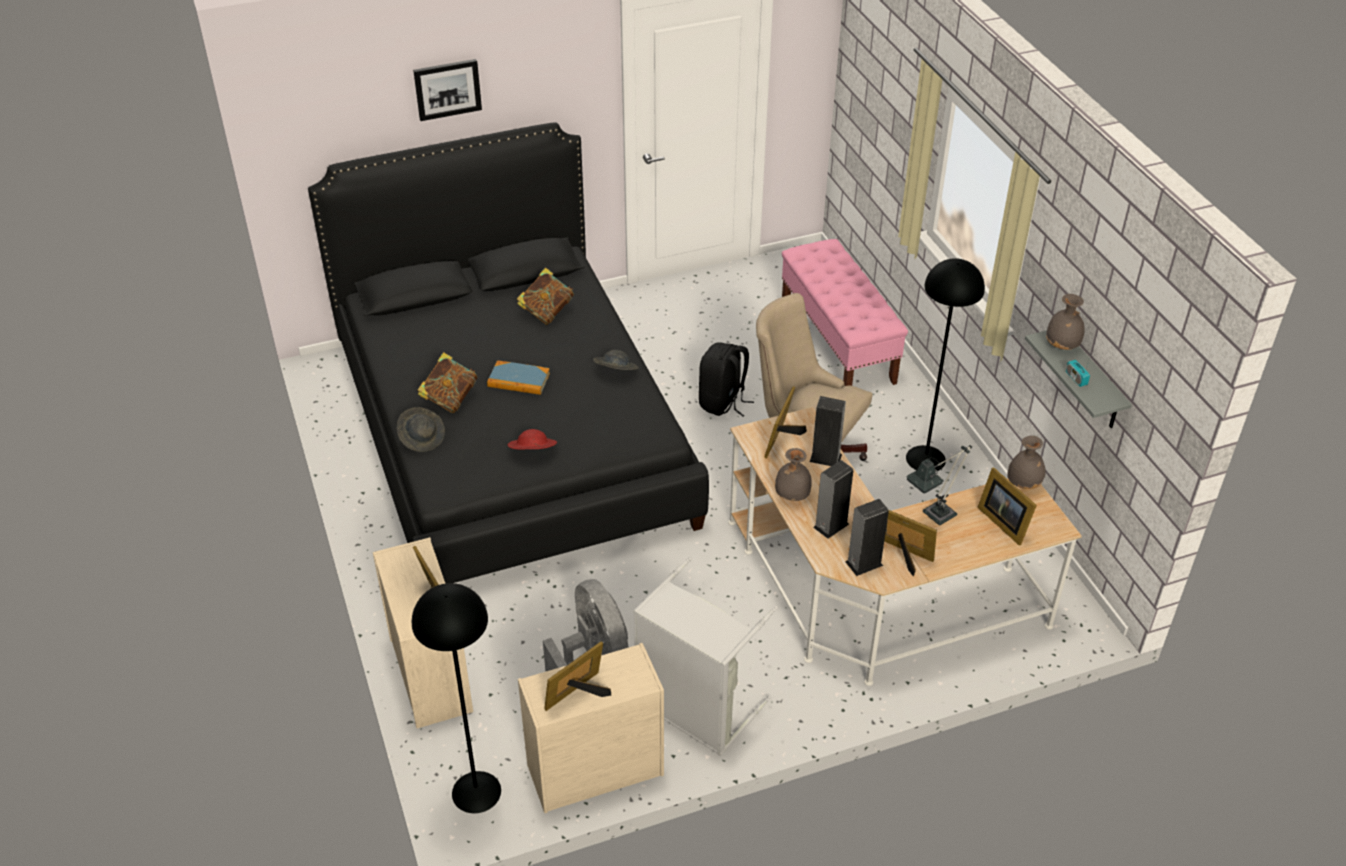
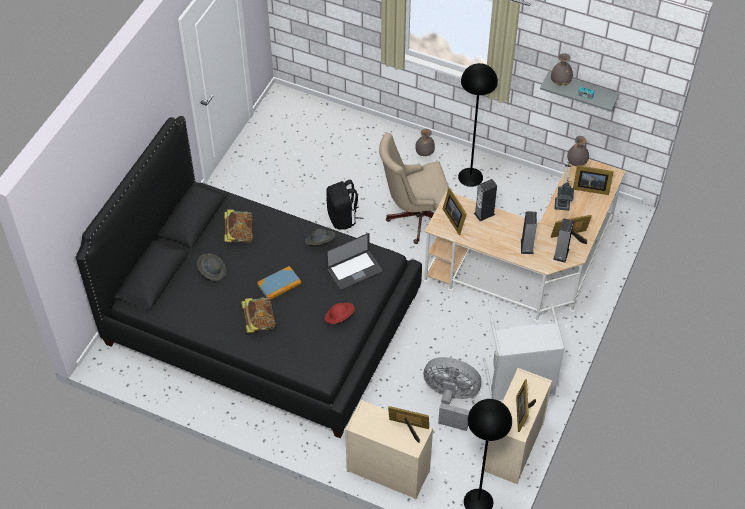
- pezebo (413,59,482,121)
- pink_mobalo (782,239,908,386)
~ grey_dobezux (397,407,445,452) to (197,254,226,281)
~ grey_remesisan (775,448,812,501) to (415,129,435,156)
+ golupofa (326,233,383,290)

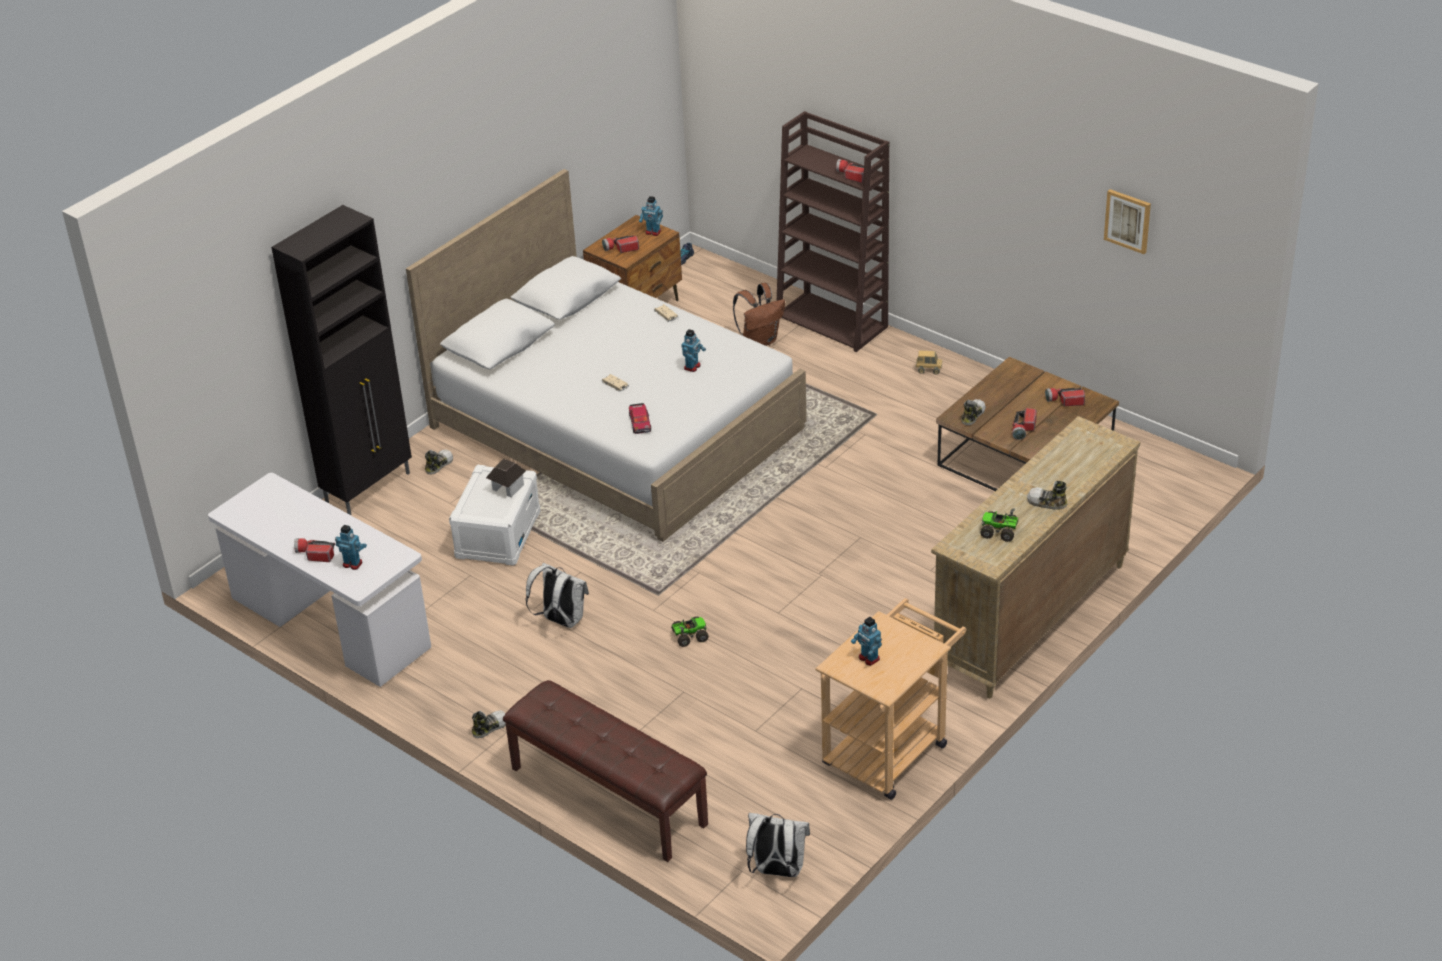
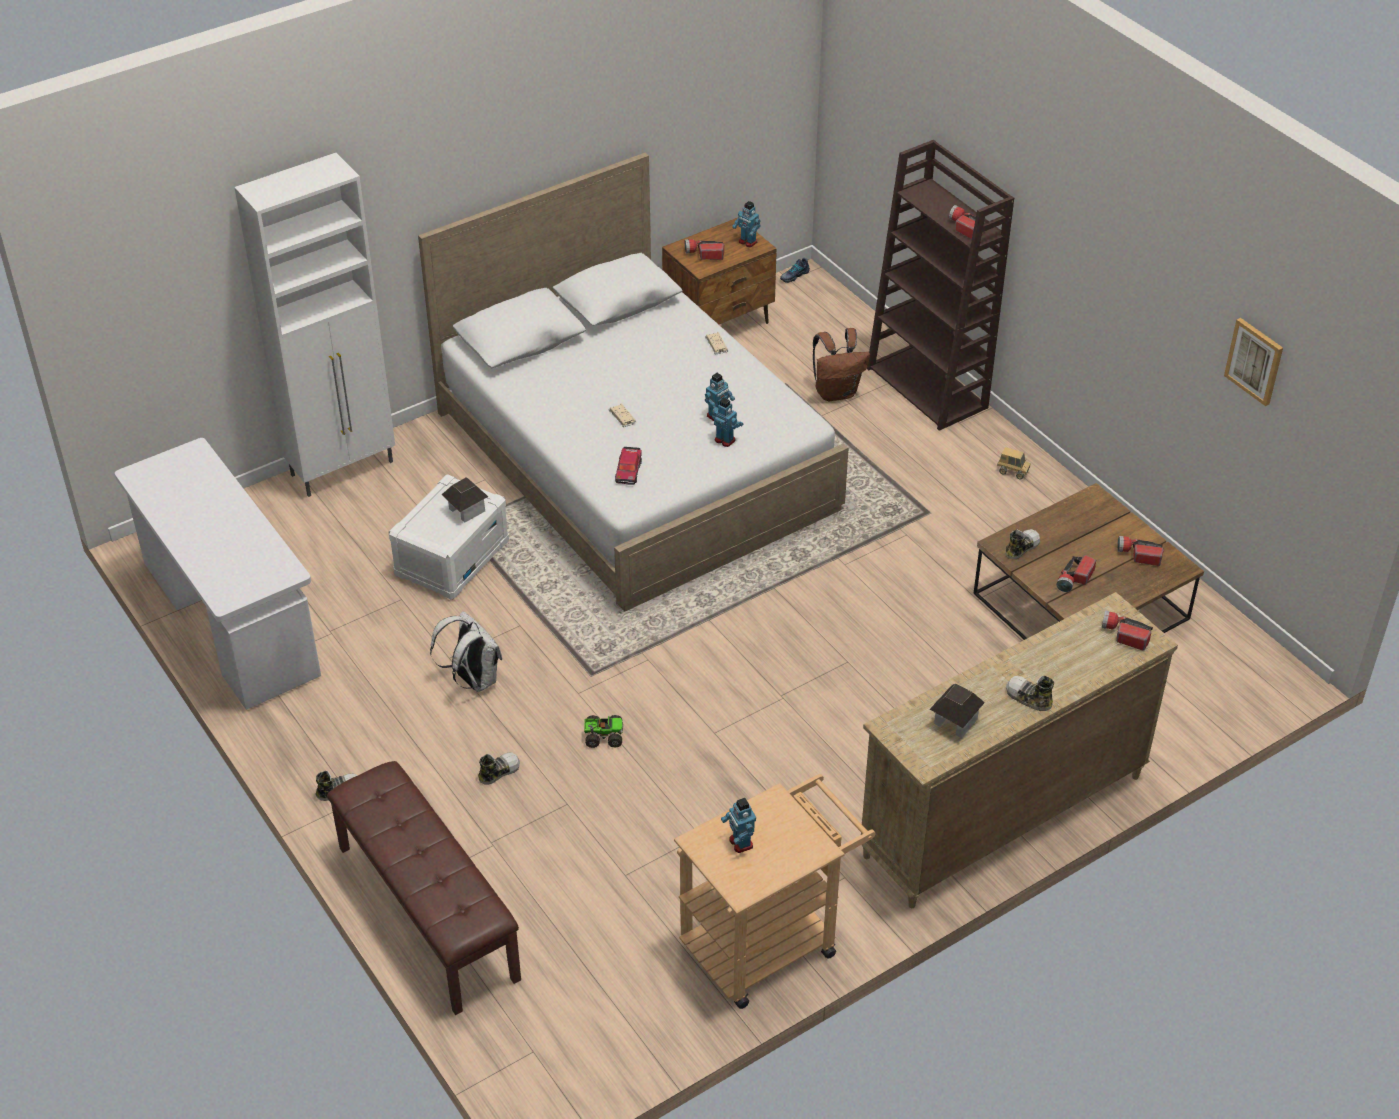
~ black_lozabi (271,205,412,515) to white_lozabi (234,153,395,497)
~ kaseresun (425,449,453,475) to (478,752,520,785)
~ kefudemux (980,509,1018,542) to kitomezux (930,684,985,738)
~ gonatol (335,525,367,570) to (712,398,743,447)
~ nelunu (294,538,335,562) to (1102,610,1153,650)
- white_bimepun (746,813,810,877)

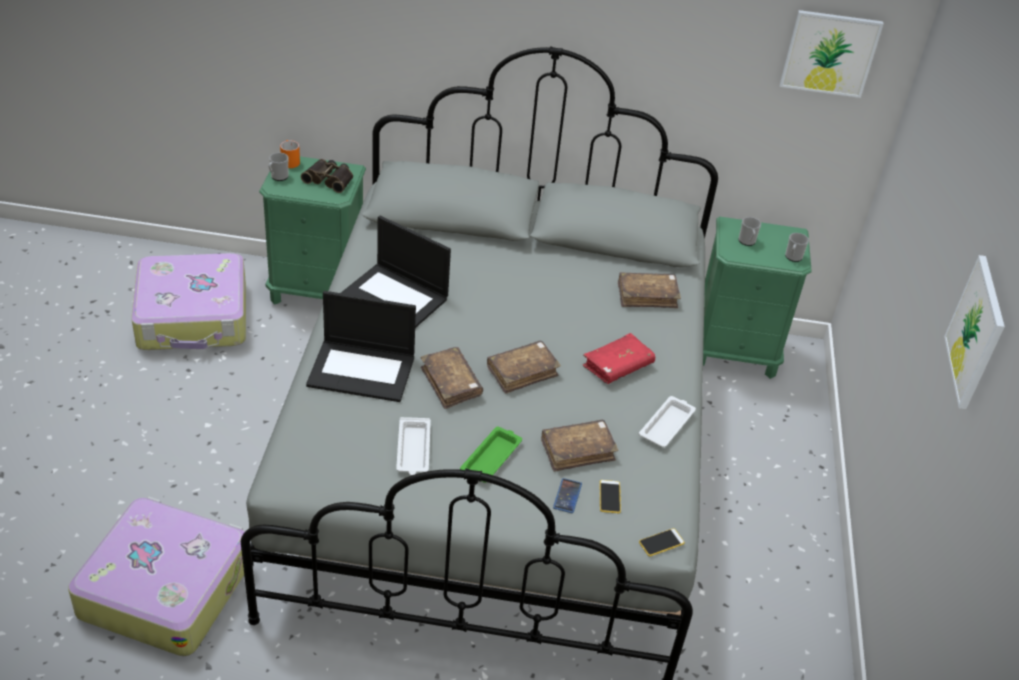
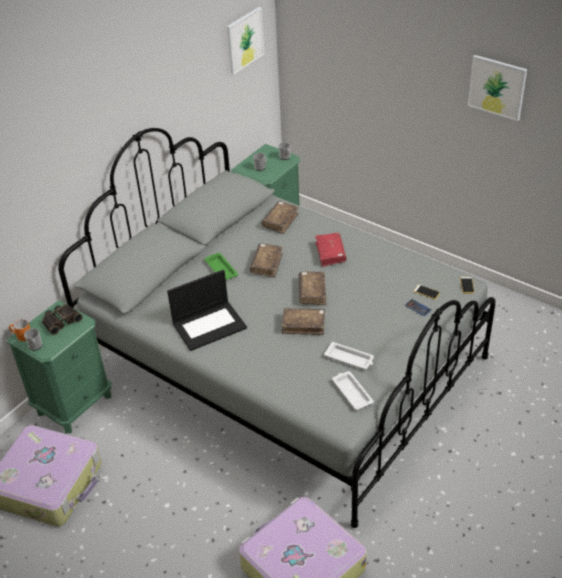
- golupofa (306,291,416,402)
~ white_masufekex (639,396,696,448) to (332,371,374,410)
~ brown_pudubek (541,420,619,472) to (250,243,283,278)
~ green_masufekex (460,427,522,483) to (204,253,238,280)

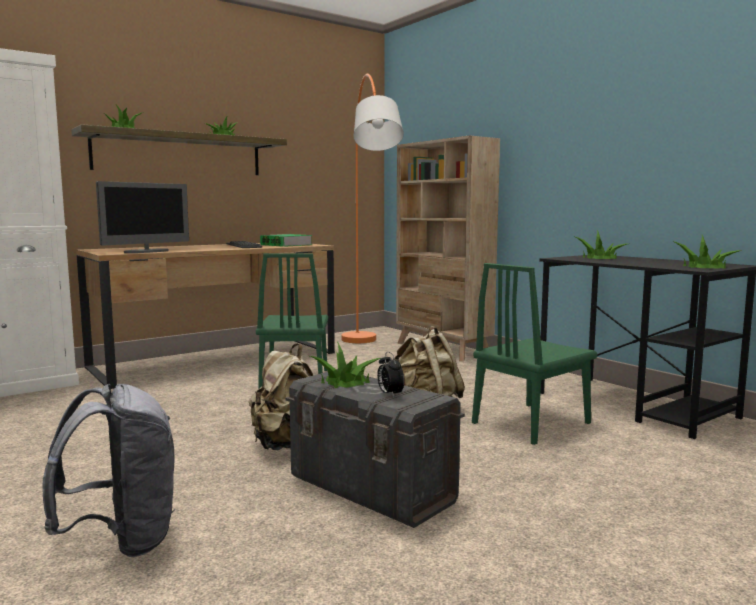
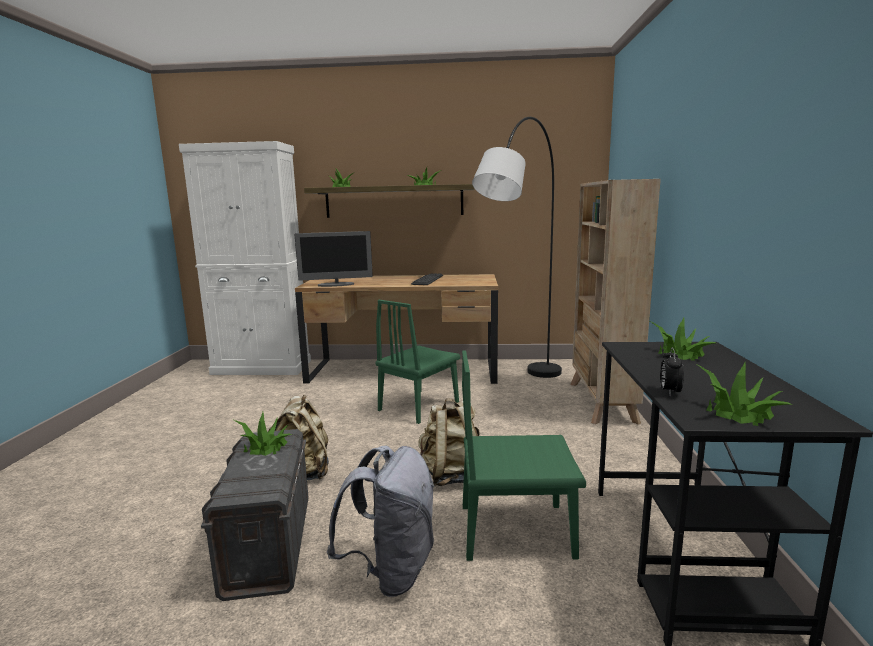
~ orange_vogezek (341,74,404,343) to black_vogezek (472,117,562,378)
- pudubek (260,234,312,247)
~ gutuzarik (377,352,404,397) to (660,348,684,396)
~ grey_bimepun (42,384,175,557) to (327,446,434,597)

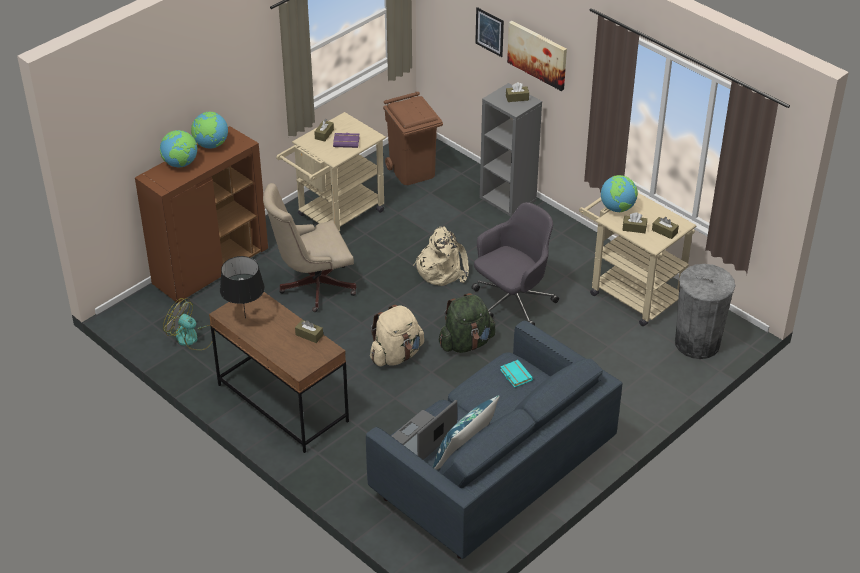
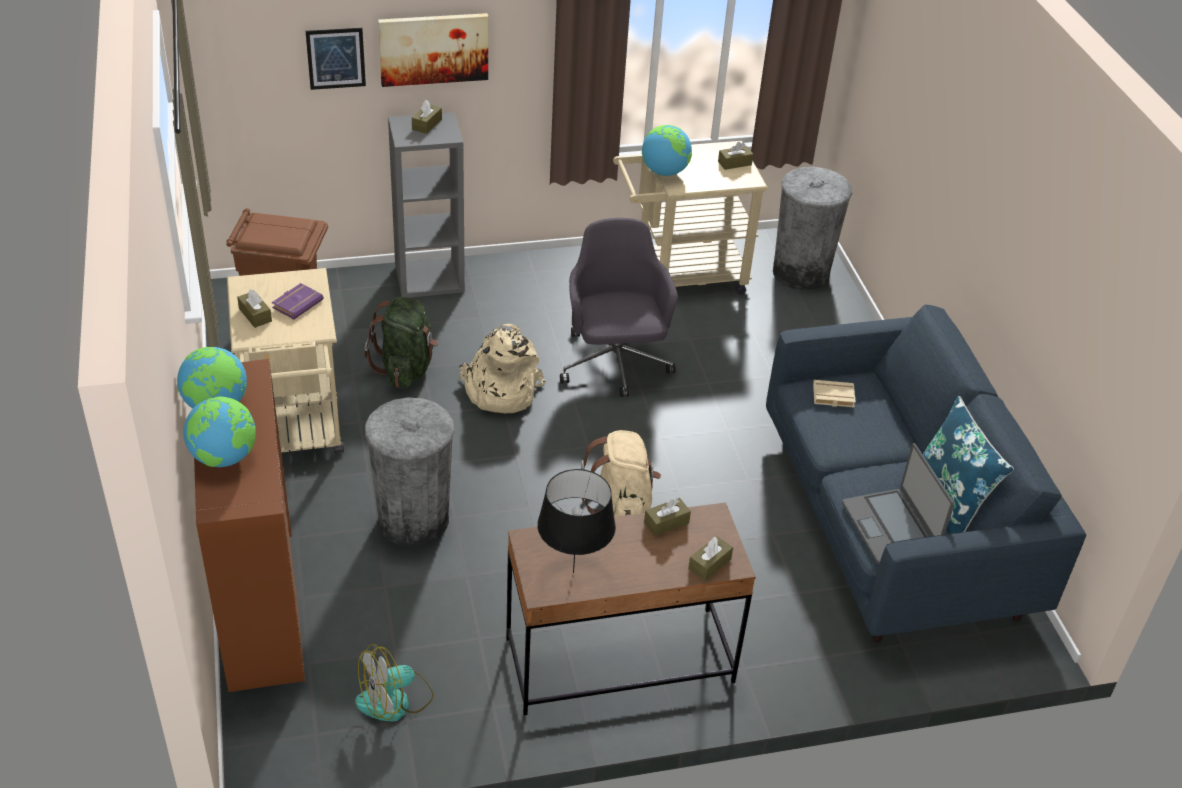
~ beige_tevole (263,183,356,312) to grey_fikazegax (365,398,454,547)
~ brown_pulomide (622,212,647,233) to (688,536,733,581)
~ green_bimepun (439,293,495,353) to (364,297,438,387)
~ turquoise_pudubek (500,360,533,388) to beige_pudubek (813,380,856,407)

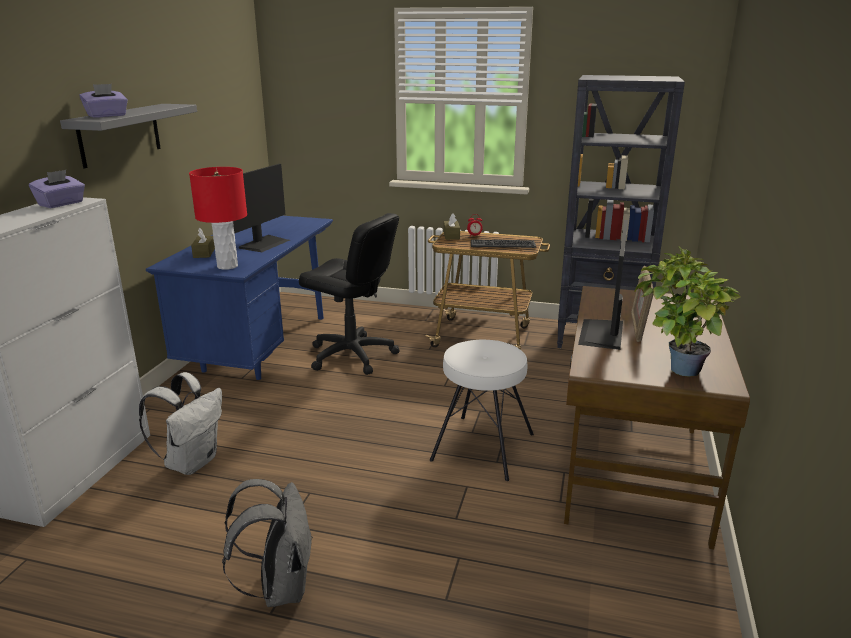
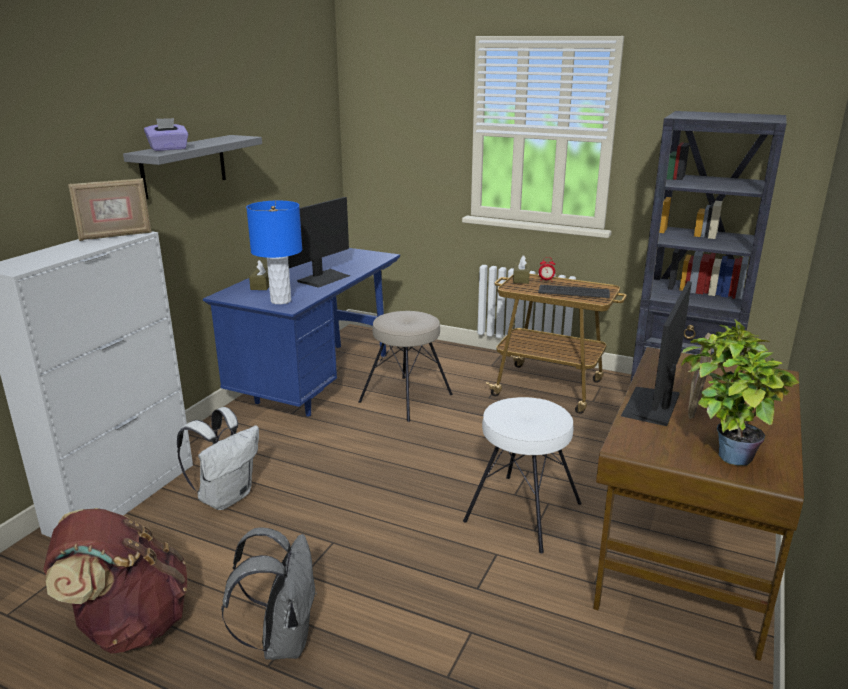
~ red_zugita (189,167,247,270) to blue_zugita (246,201,302,304)
~ purple_pulomide (29,170,85,208) to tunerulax (68,178,152,241)
~ black_tevole (299,213,400,375) to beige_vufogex (359,311,453,422)
+ brown_bimepun (43,508,187,654)

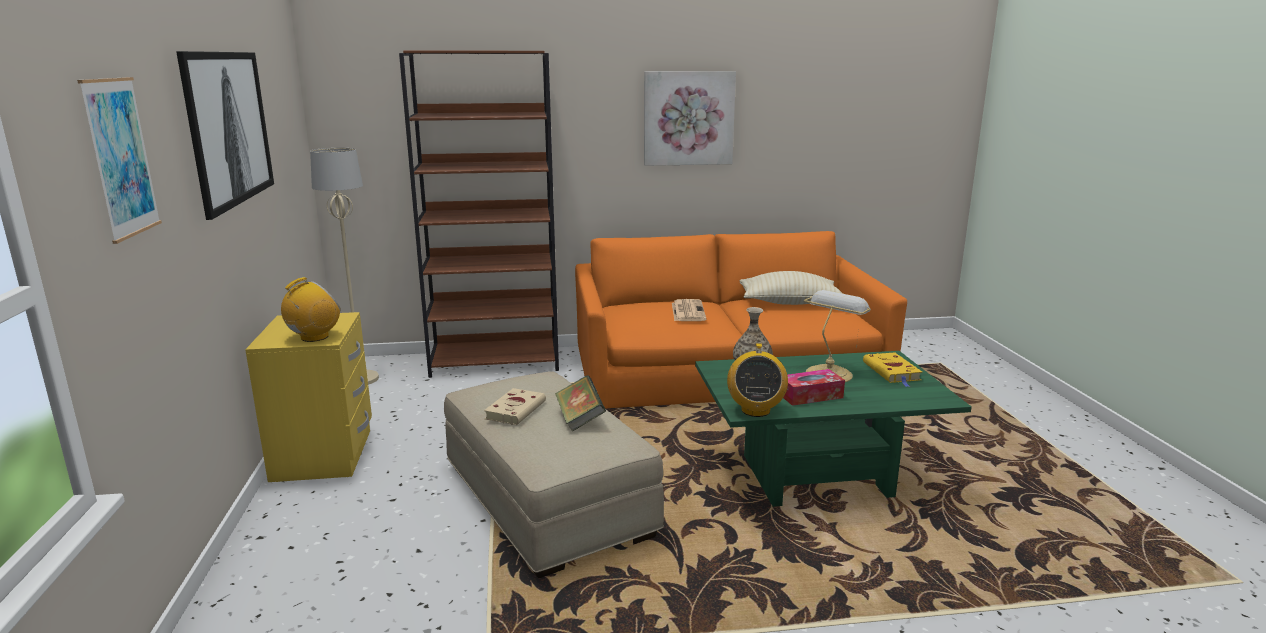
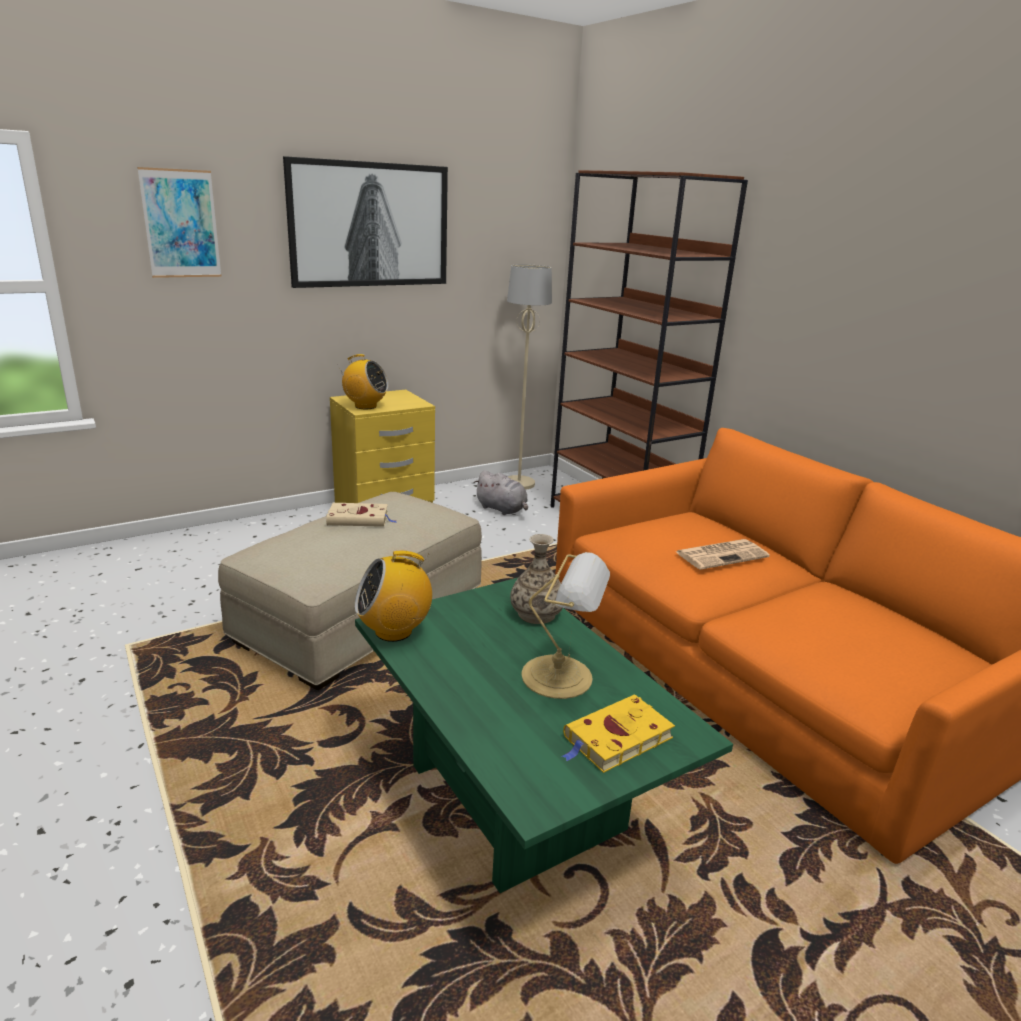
- pezebo (644,71,736,166)
- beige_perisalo (740,271,843,305)
- pulomide (783,369,845,406)
- pudubek (555,375,606,432)
+ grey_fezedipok (474,470,528,515)

